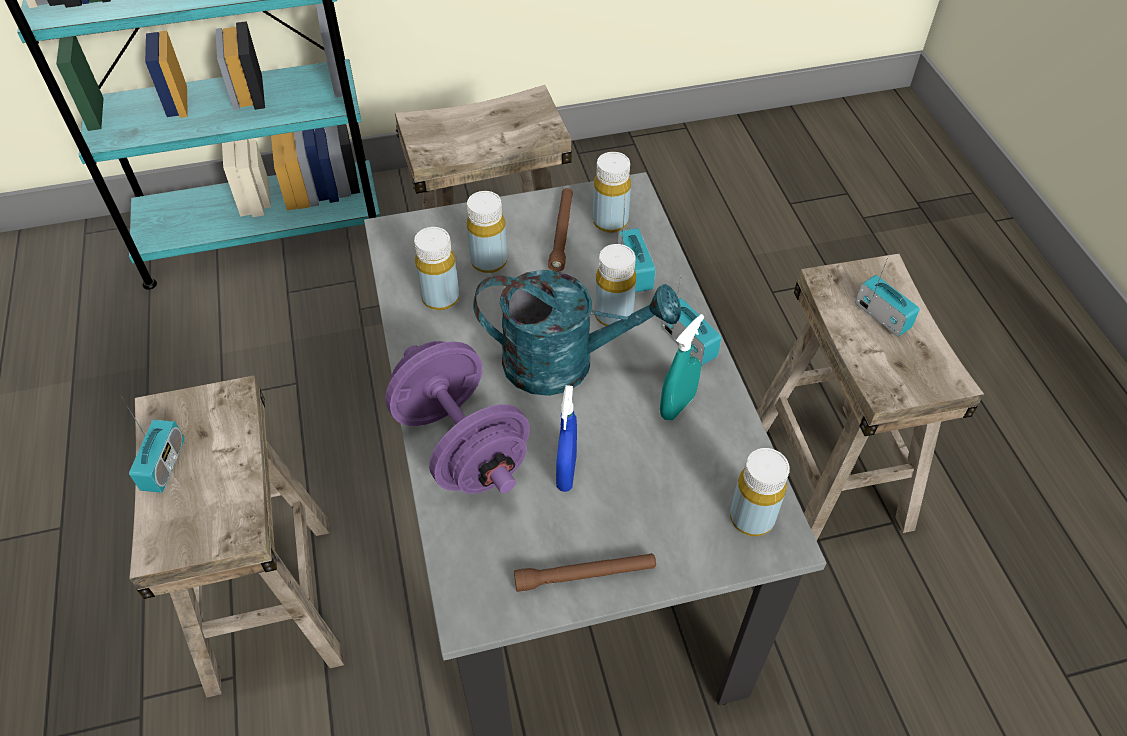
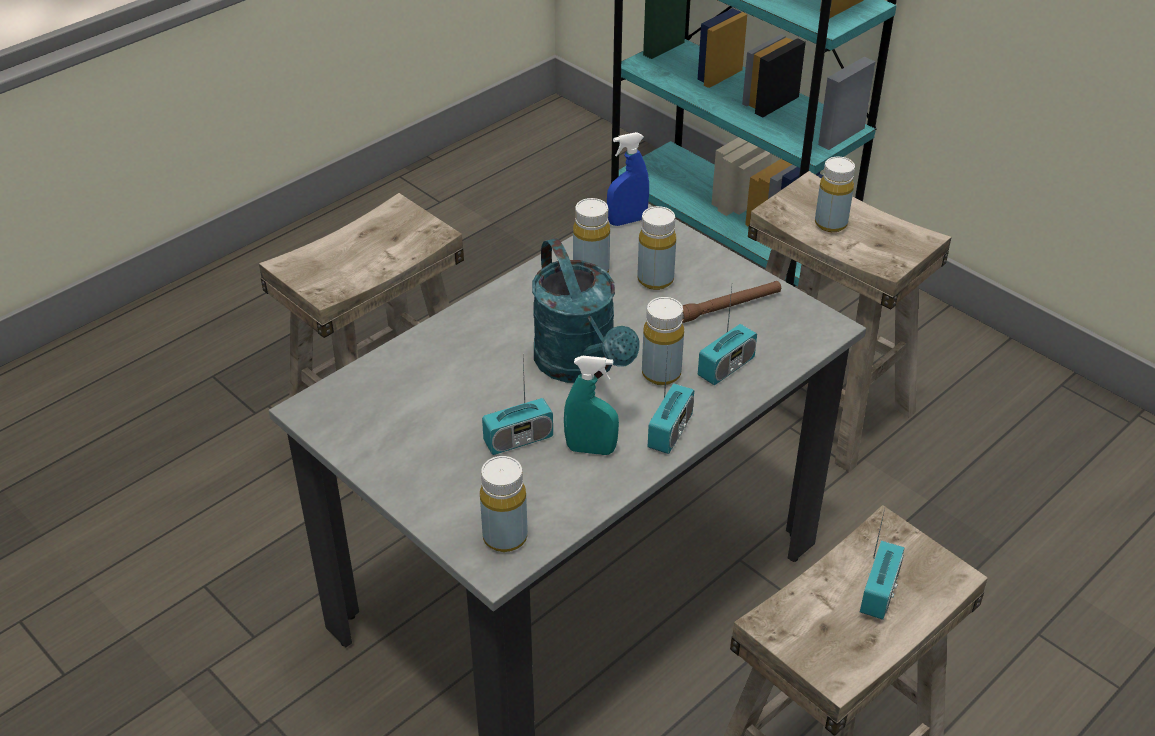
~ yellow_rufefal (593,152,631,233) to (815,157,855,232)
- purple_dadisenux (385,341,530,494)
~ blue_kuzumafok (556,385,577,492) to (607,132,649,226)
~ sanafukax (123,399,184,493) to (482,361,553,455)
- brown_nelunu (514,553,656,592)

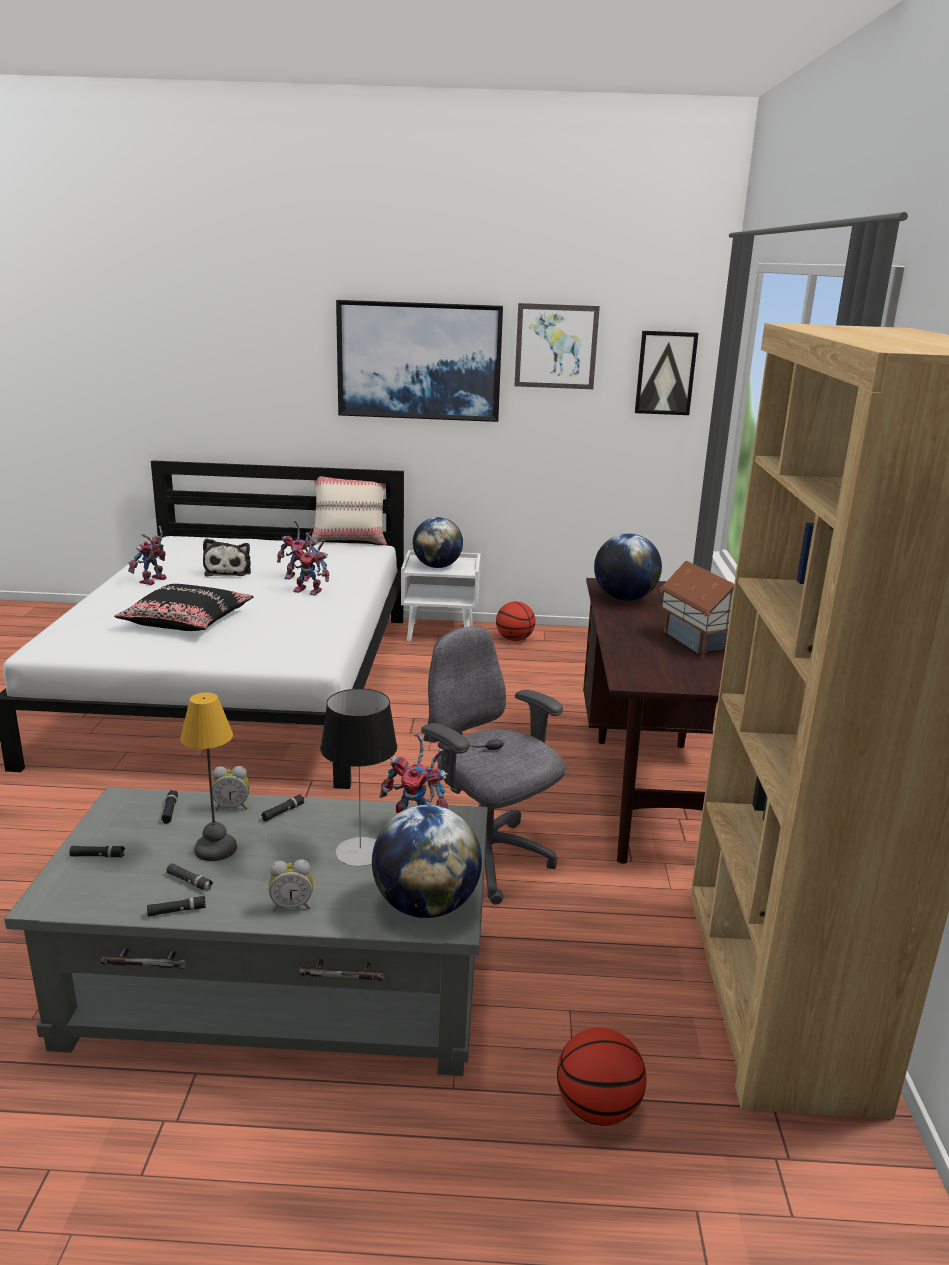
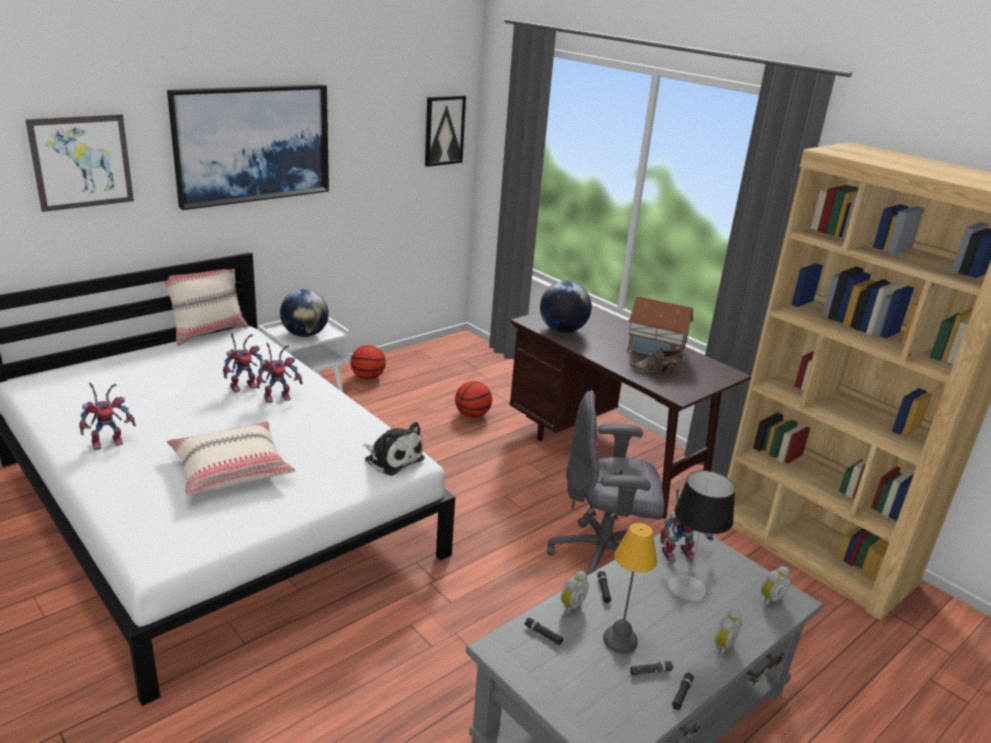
~ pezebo (514,303,600,389) to (25,114,134,212)
~ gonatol (128,526,166,585) = (79,382,136,450) 105 degrees counterclockwise
~ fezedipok (203,538,251,577) to (363,422,425,476)
~ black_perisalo (114,584,253,631) to beige_perisalo (167,421,295,495)
~ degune (372,805,482,918) to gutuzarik (761,566,791,606)
- black_nelunu (69,845,125,858)
~ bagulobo (557,1028,646,1126) to (455,381,492,418)
+ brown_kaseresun (629,348,683,373)

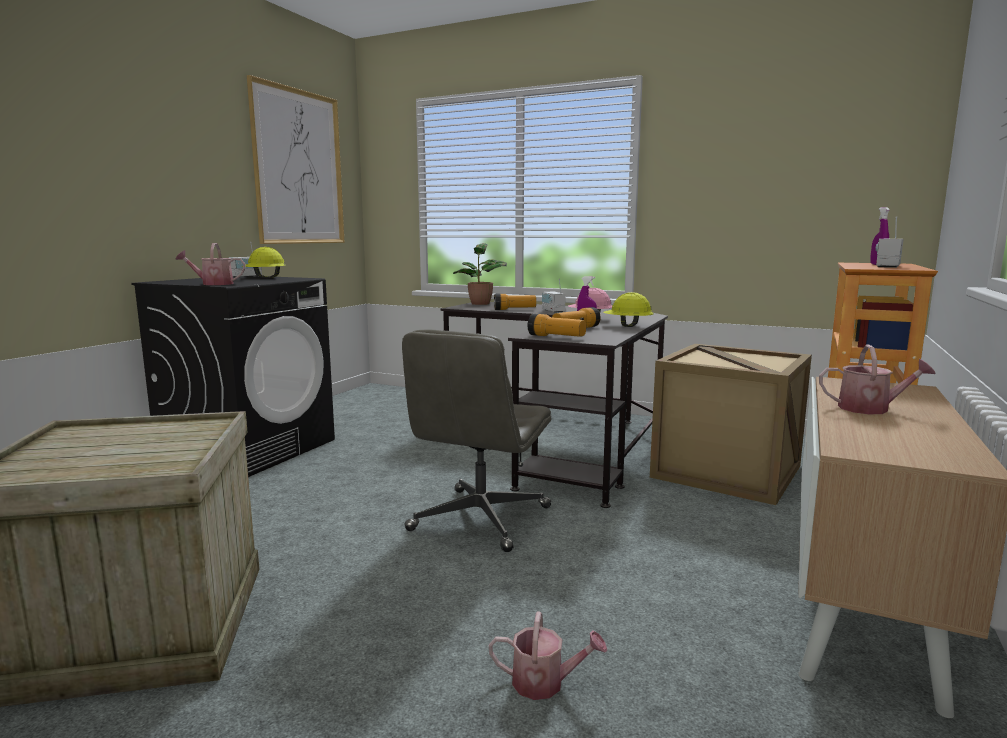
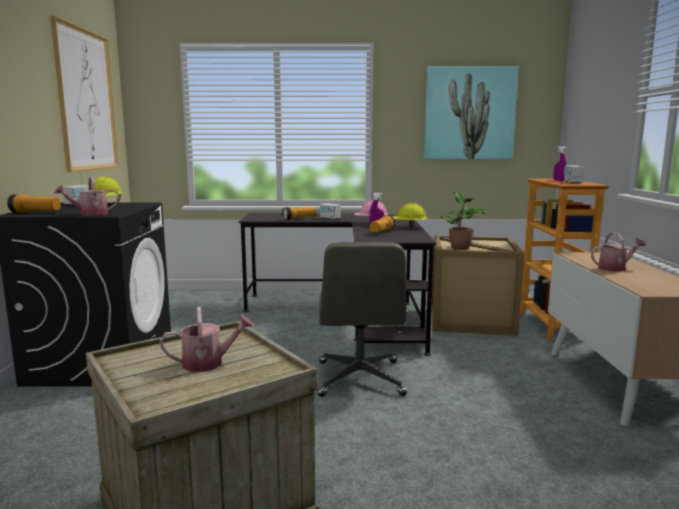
~ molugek (453,243,507,305) to (441,192,488,250)
~ nelunu (528,314,586,337) to (7,194,61,213)
~ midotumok (489,611,607,700) to (160,307,255,372)
+ pezebo (424,66,518,159)

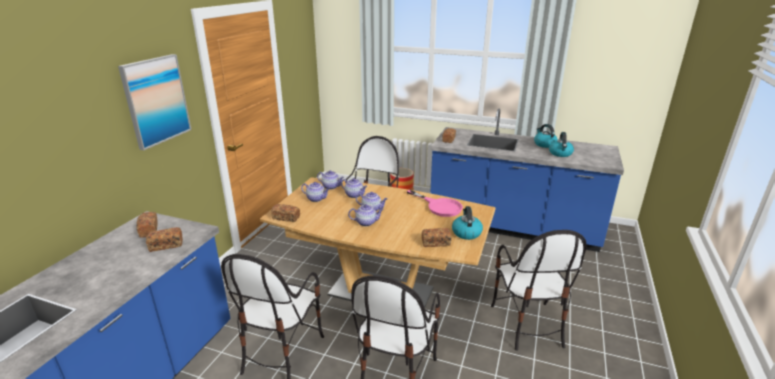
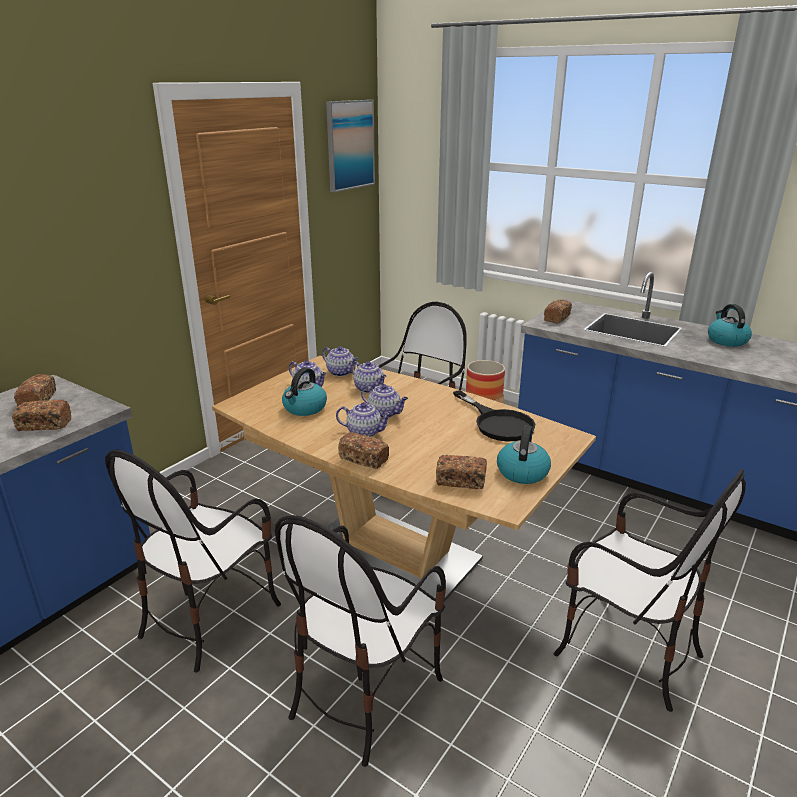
~ pezebo (118,54,192,150) to (326,100,375,192)
~ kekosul (549,132,574,157) to (282,367,327,416)
~ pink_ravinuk (407,190,463,217) to black_ravinuk (453,390,535,441)
~ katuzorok (271,204,300,222) to (338,432,389,469)
~ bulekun (491,230,587,351) = (553,469,746,712) 60 degrees counterclockwise

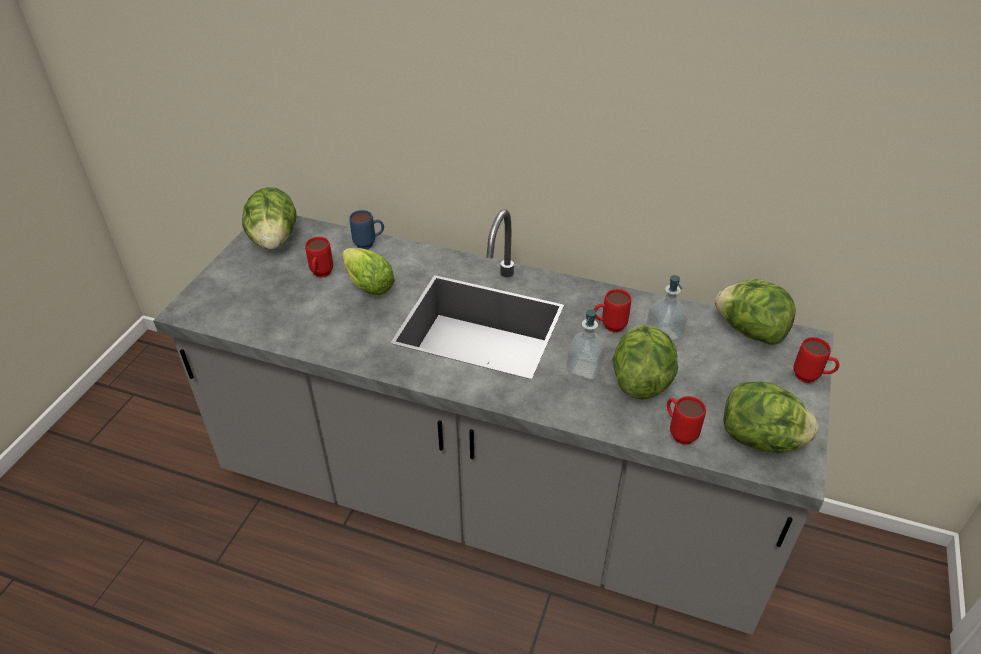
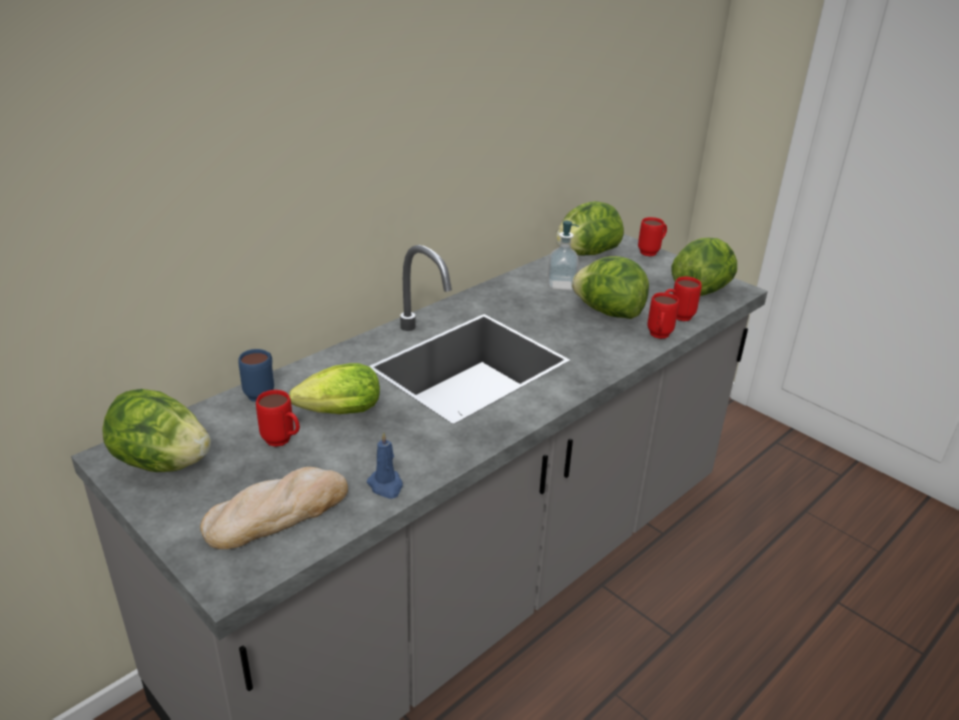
~ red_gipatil (594,289,631,333) to (647,292,679,339)
- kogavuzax (567,309,606,380)
+ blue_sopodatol (367,432,403,499)
+ katuzorok (200,467,348,549)

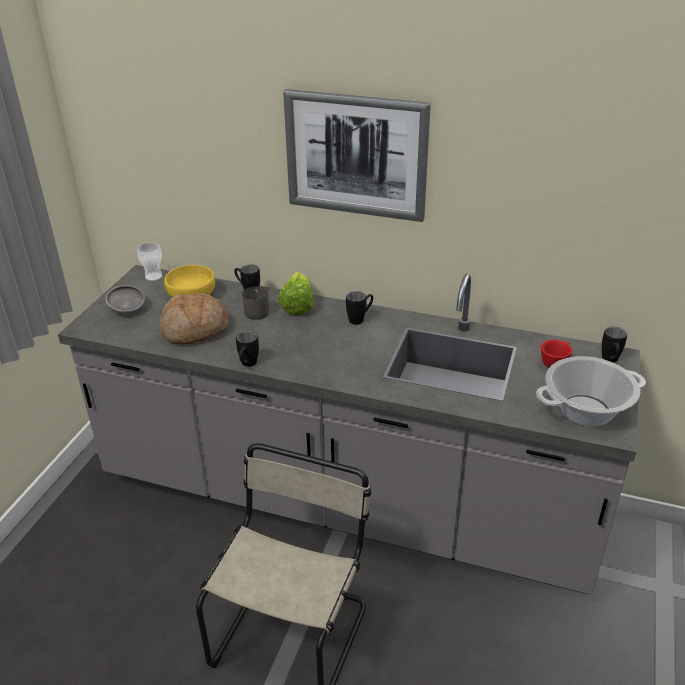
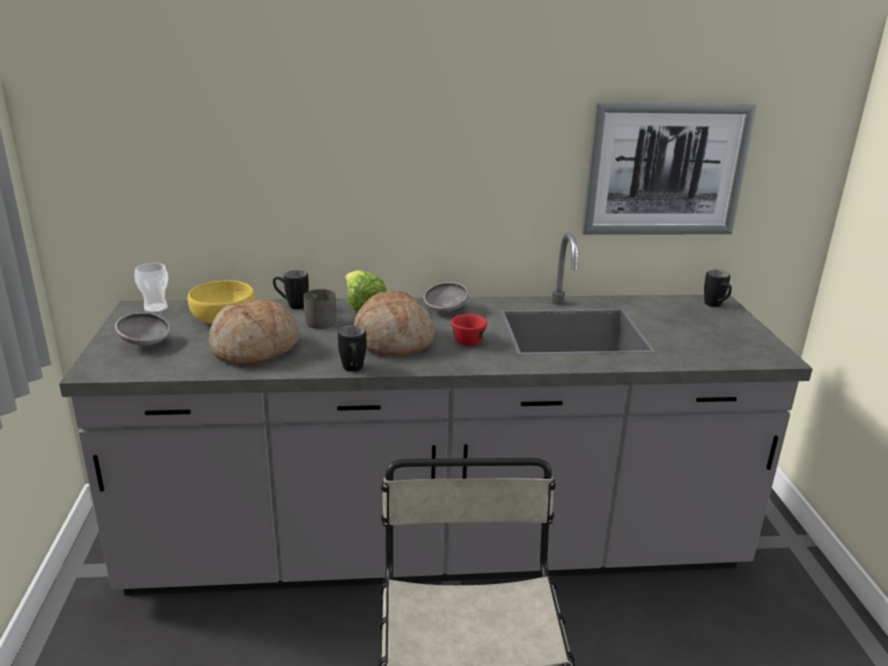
~ pezebo (283,89,431,222) to (582,102,757,235)
~ black_gipatil (346,291,373,325) to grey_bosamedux (423,282,469,312)
~ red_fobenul (541,340,572,368) to (451,314,487,346)
- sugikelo (536,356,646,426)
+ katuzorok (354,290,435,356)

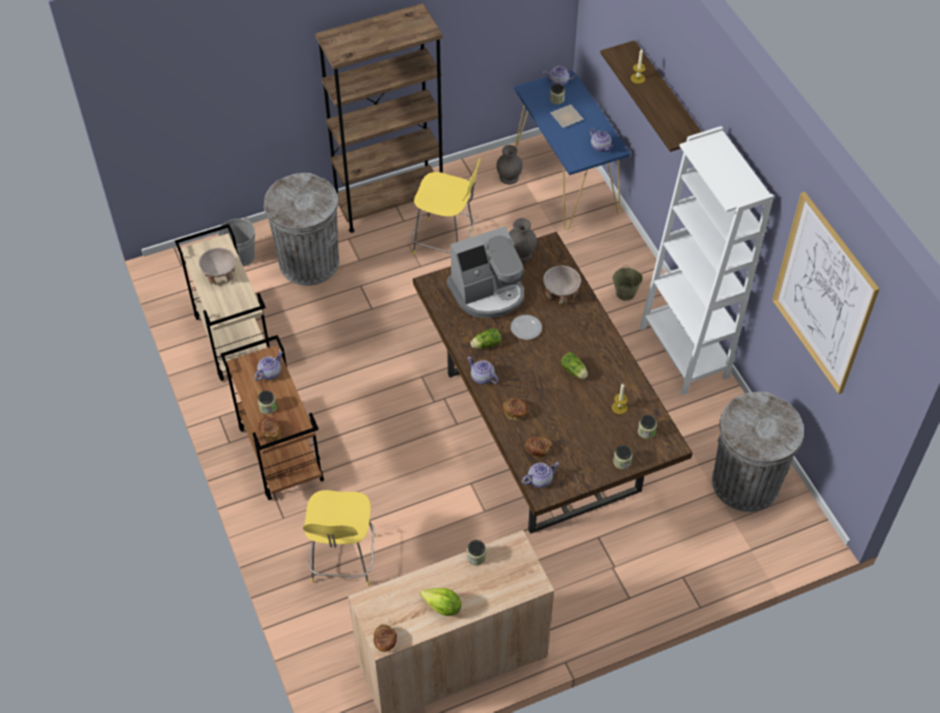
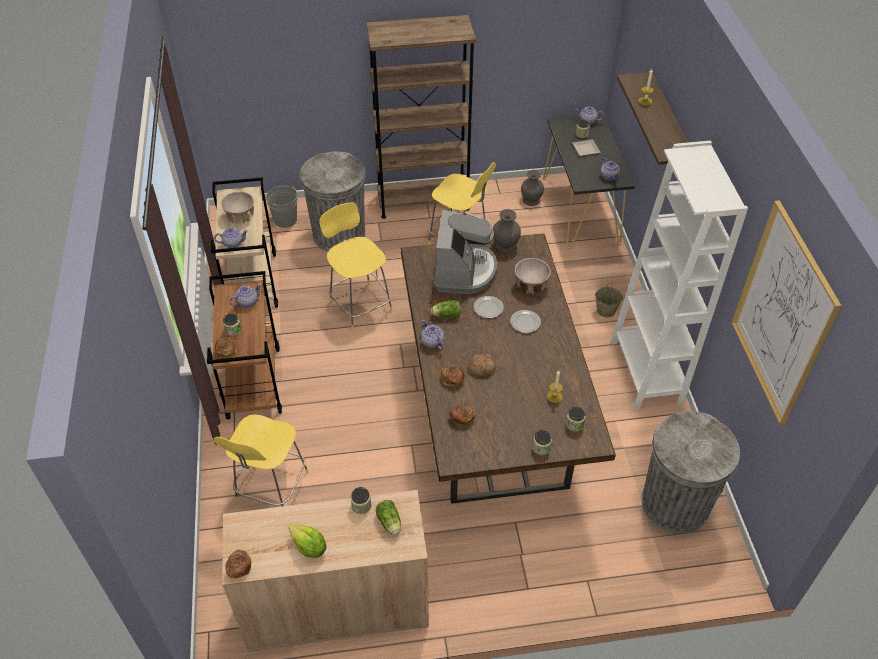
~ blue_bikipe (514,69,630,230) to black_bikipe (543,114,635,250)
~ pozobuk (447,226,525,318) = (434,209,497,294) 75 degrees counterclockwise
~ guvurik (561,352,588,379) to (376,500,401,535)
~ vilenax (522,462,559,488) to (214,228,248,248)
+ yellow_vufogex (319,202,393,330)
+ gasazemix (510,310,541,333)
+ katuzorok (469,353,496,376)

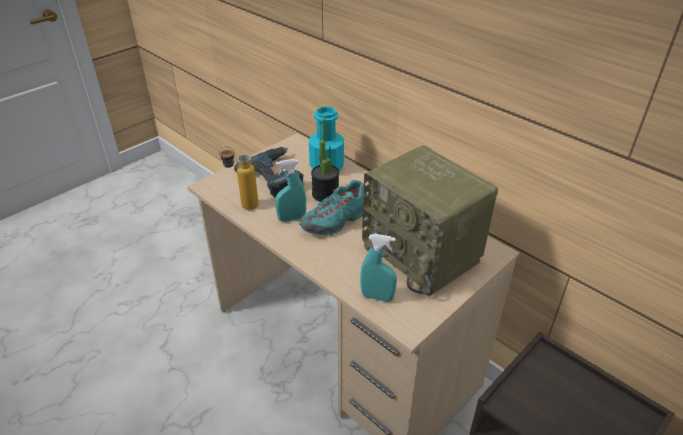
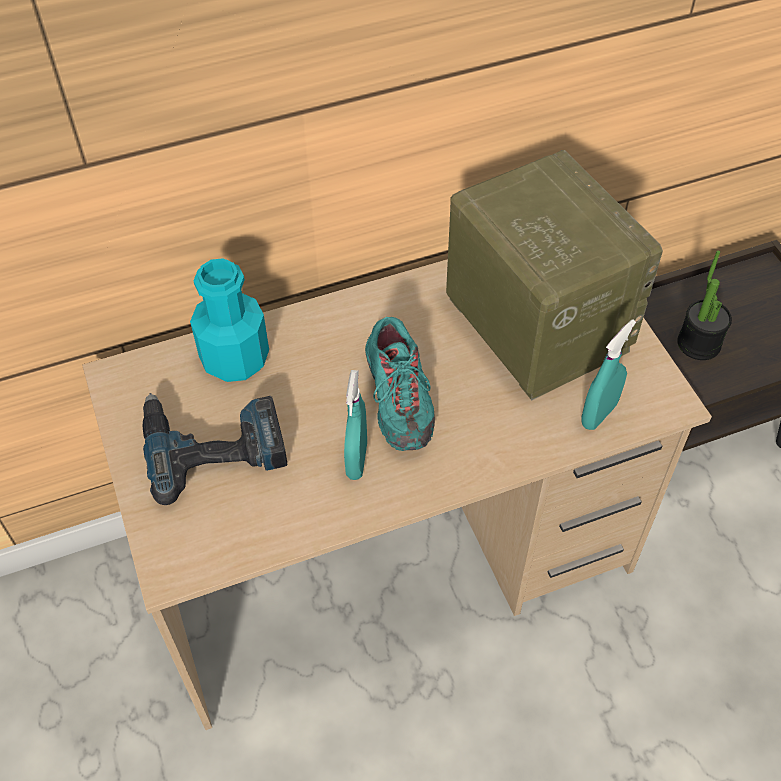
~ molugek (311,119,339,202) to (677,250,732,360)
~ sanafukax (362,145,498,297) = (446,150,663,400) 105 degrees counterclockwise
- rufefal (219,146,259,210)

